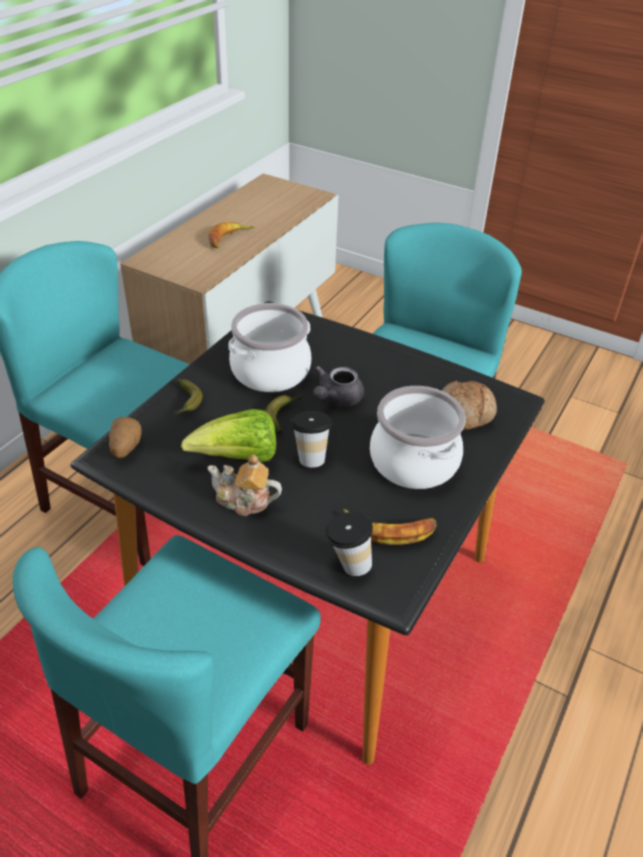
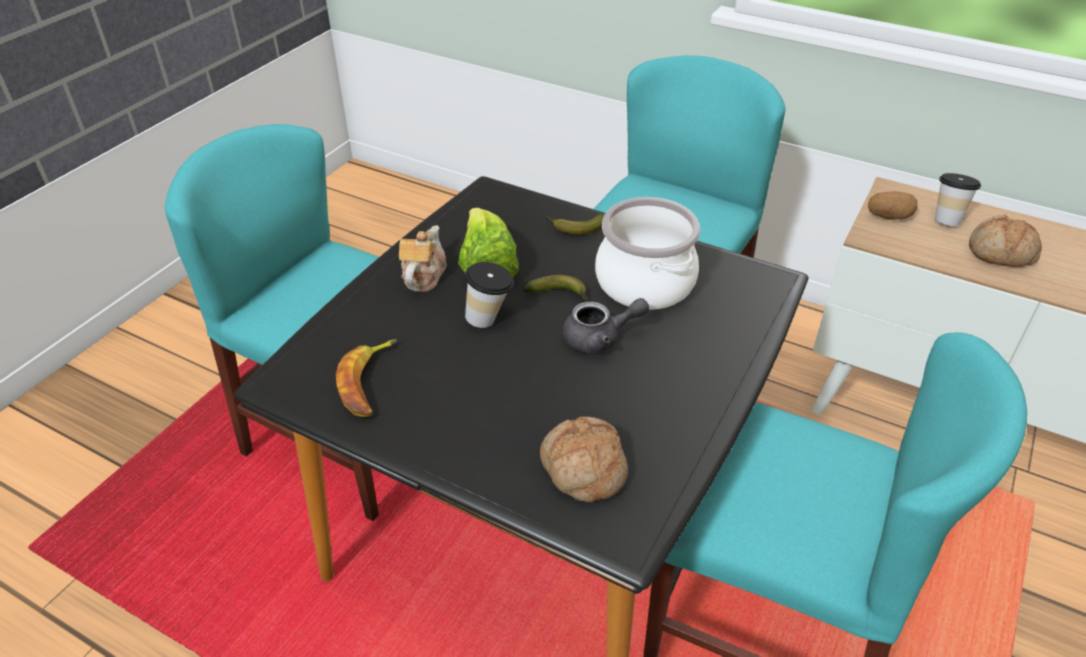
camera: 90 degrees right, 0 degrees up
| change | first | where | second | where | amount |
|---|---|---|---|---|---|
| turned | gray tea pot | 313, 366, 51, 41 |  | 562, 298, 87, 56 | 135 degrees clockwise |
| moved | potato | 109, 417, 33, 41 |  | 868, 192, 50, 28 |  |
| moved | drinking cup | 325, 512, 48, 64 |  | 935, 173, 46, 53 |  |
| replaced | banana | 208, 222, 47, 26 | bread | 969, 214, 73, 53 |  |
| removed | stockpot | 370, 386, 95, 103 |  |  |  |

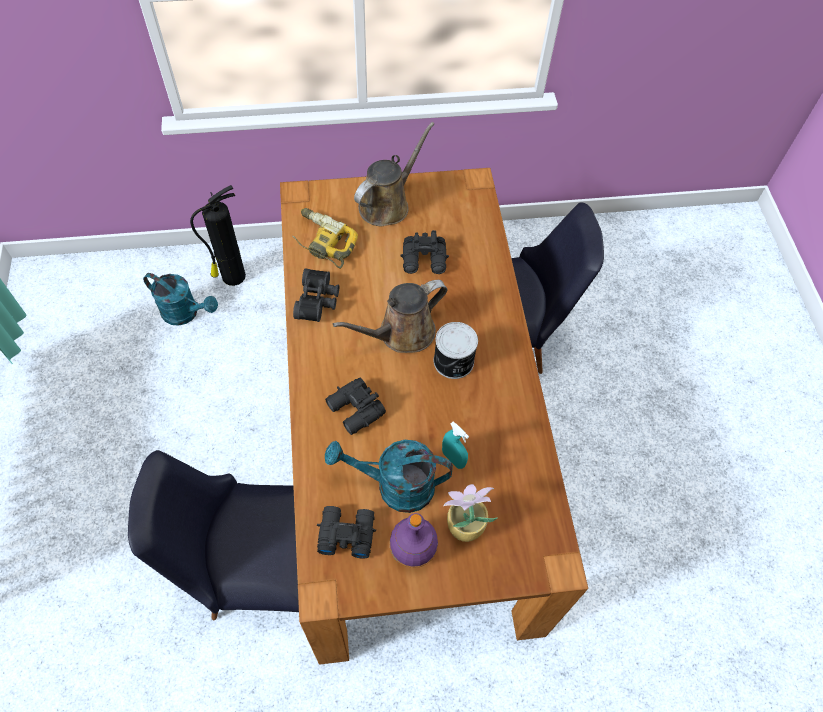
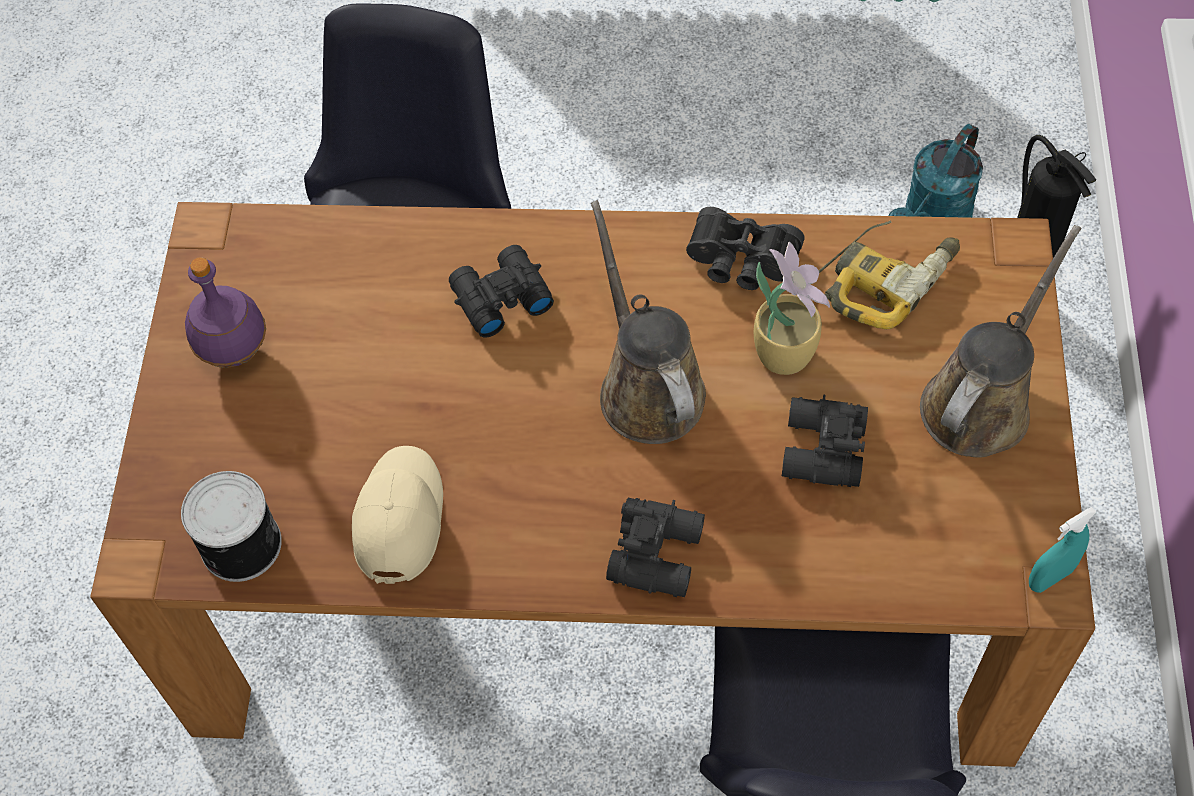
camera: 105 degrees right, 0 degrees up
| change | first | where | second | where | amount |
|---|---|---|---|---|---|
| moved | can | 433, 322, 45, 57 |  | 181, 471, 101, 111 |  |
| added |  |  | beige-coloured cap | 352, 446, 91, 138 |  |
| moved | black-coloured pair of binoculars | 317, 506, 59, 53 |  | 606, 498, 99, 99 |  |
| moved | houseplant | 443, 484, 55, 58 |  | 754, 242, 76, 133 |  |
| turned | brown watering can | 354, 122, 80, 105 |  | 920, 225, 162, 232 | 105 degrees counterclockwise |
| moved | turquoise spray bottle | 442, 422, 27, 47 |  | 1029, 507, 68, 86 |  |
| removed | turquoise watering can | 325, 440, 128, 73 |  |  |  |

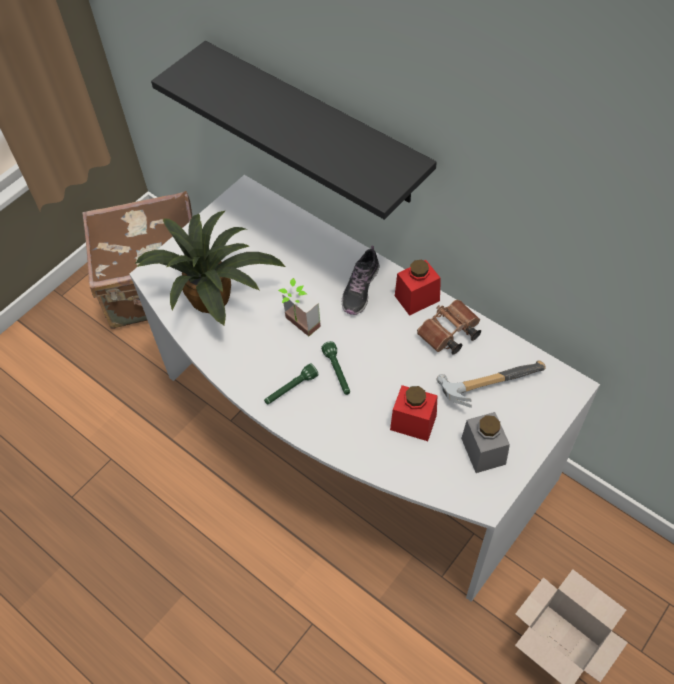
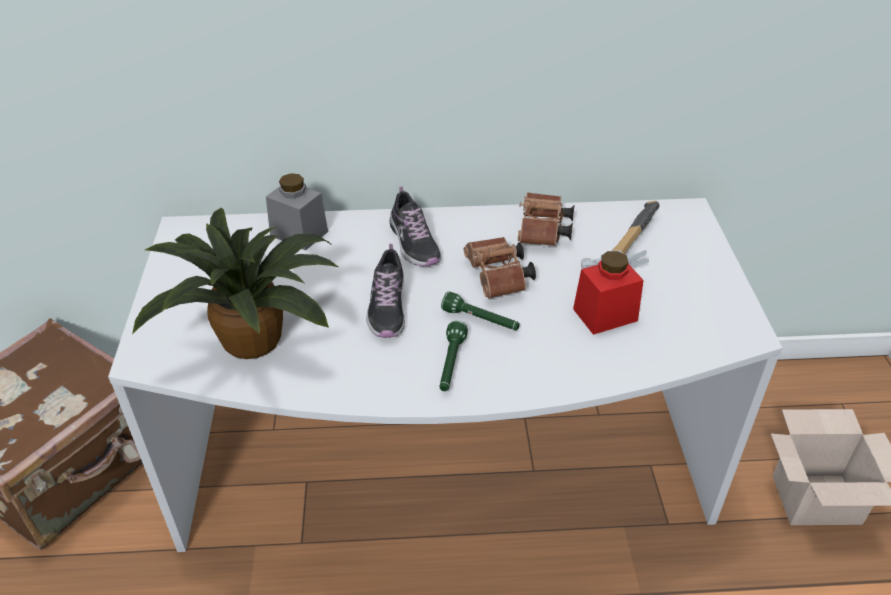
camera: 45 degrees left, 15 degrees down
| change | first | where | second | where | amount |
|---|---|---|---|---|---|
| moved | gray jar | 461, 412, 49, 61 |  | 266, 173, 62, 77 |  |
| replaced | houseplant | 278, 278, 43, 59 | low shoe | 366, 244, 39, 94 |  |
| added |  |  | brown pair of binoculars | 464, 237, 72, 62 |  |
| removed | black-coloured bracket shelf | 151, 41, 286, 179 |  |  |  |
| removed | red-coloured jar | 395, 260, 46, 56 |  |  |  |

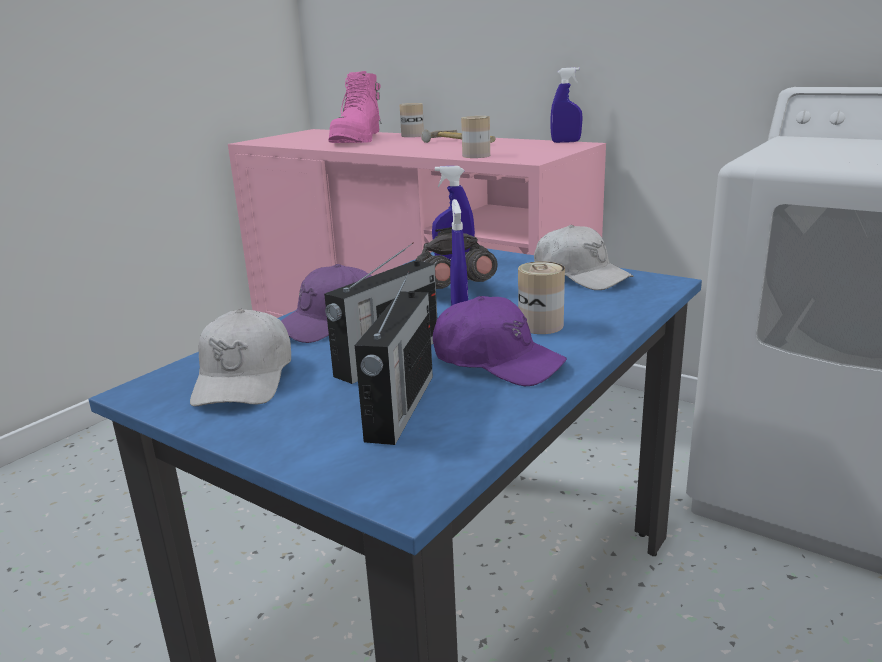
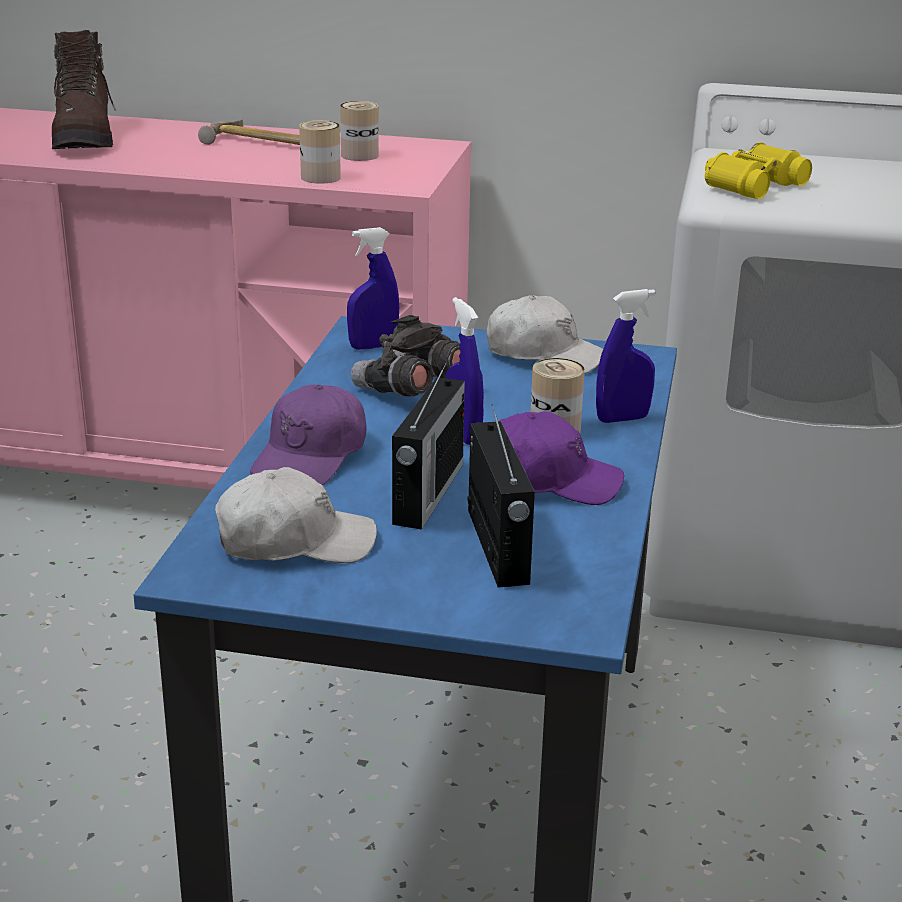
camera: 25 degrees left, 5 degrees up
| change | first | where | second | where | amount |
|---|---|---|---|---|---|
| recoloured | pink-coloured high-top boot | 328, 71, 54, 72 | brown high-top boot | 52, 30, 64, 119 |  |
| turned | white-coloured cap | 190, 309, 101, 97 |  | 215, 467, 162, 96 | 75 degrees counterclockwise |
| moved | can | 400, 103, 24, 34 |  | 340, 101, 39, 60 |  |
| moved | blue-coloured spray bottle | 550, 67, 33, 76 |  | 596, 289, 59, 134 |  |
| added |  |  | yellowish pair of binoculars | 705, 142, 107, 57 |  |

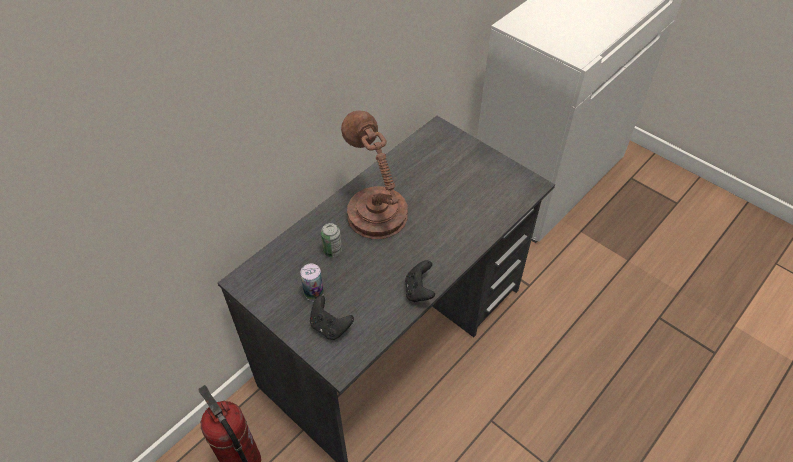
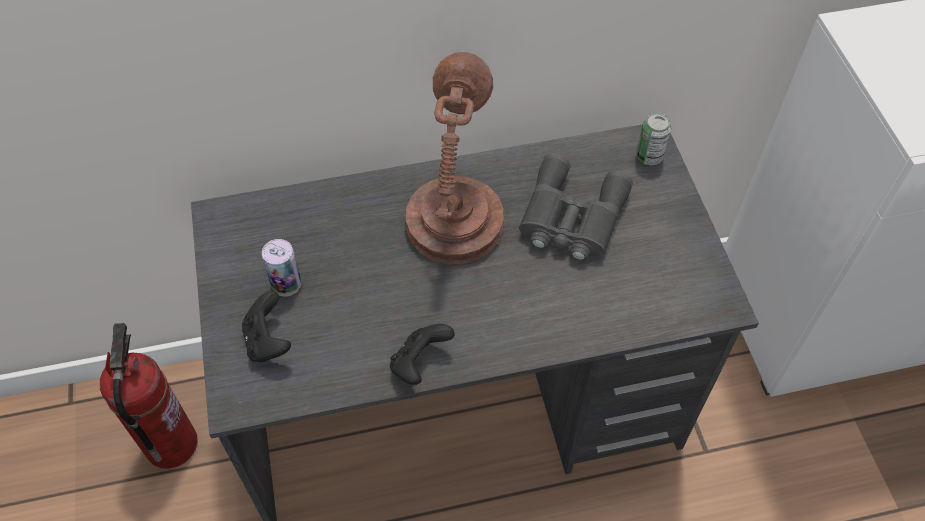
camera: 35 degrees right, 5 degrees up
| change | first | where | second | where | amount |
|---|---|---|---|---|---|
| added |  |  | gray pair of binoculars | 519, 153, 114, 110 |  |
| moved | can | 321, 223, 21, 35 |  | 636, 113, 35, 52 |  |

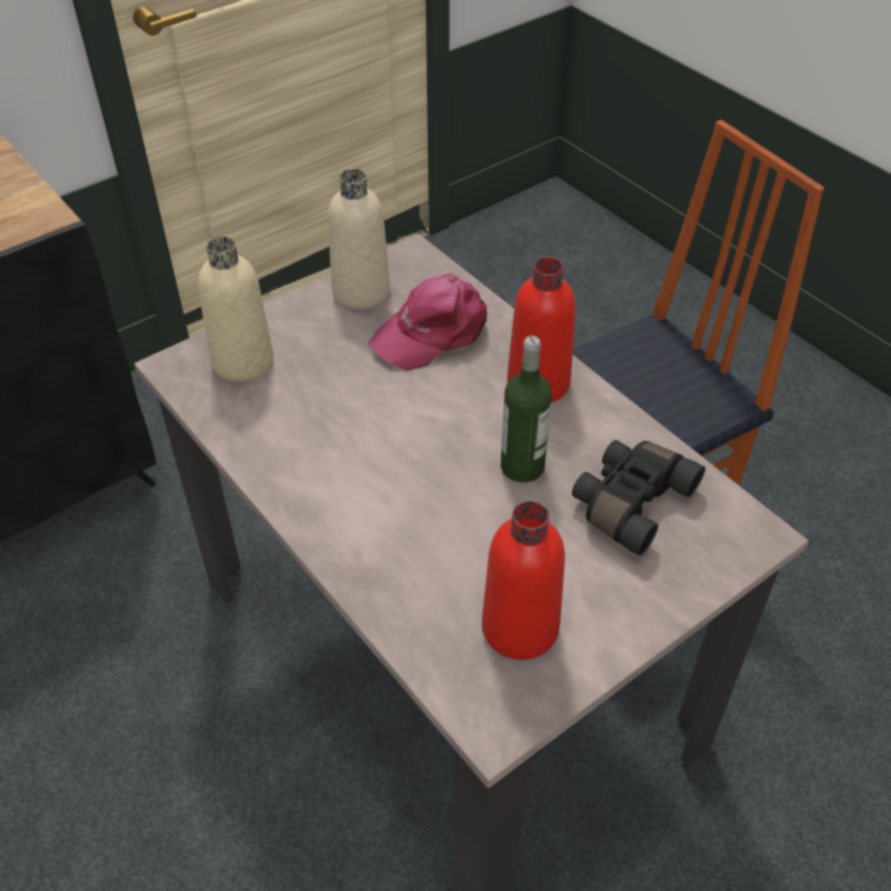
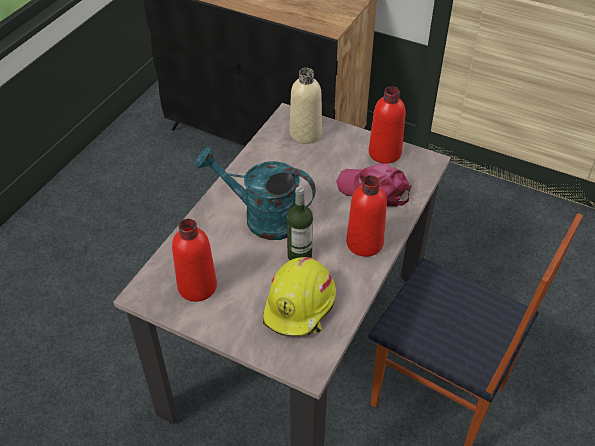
camera: 65 degrees right, 0 degrees up
| change | first | where | second | where | amount |
|---|---|---|---|---|---|
| added |  |  | turquoise watering can | 195, 147, 121, 93 |  |
| replaced | black-coloured pair of binoculars | 572, 440, 133, 116 | yellowish work helmet | 263, 257, 73, 79 |  |
| recoloured | beige-coloured bottle | 328, 169, 62, 140 | red-coloured bottle | 369, 86, 36, 78 |  |

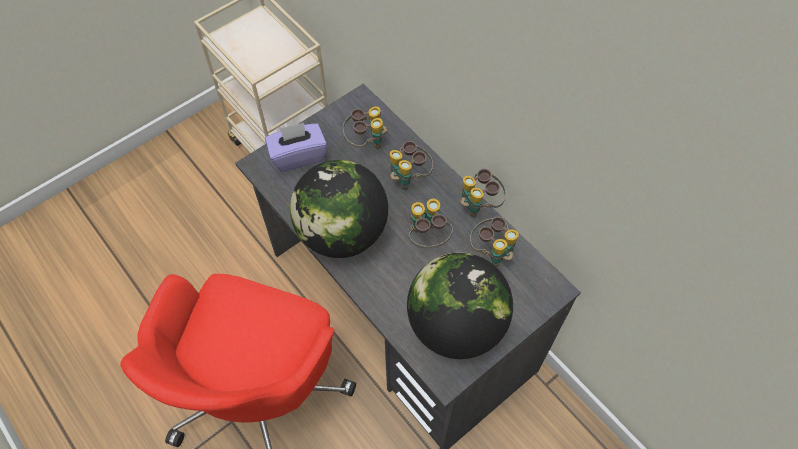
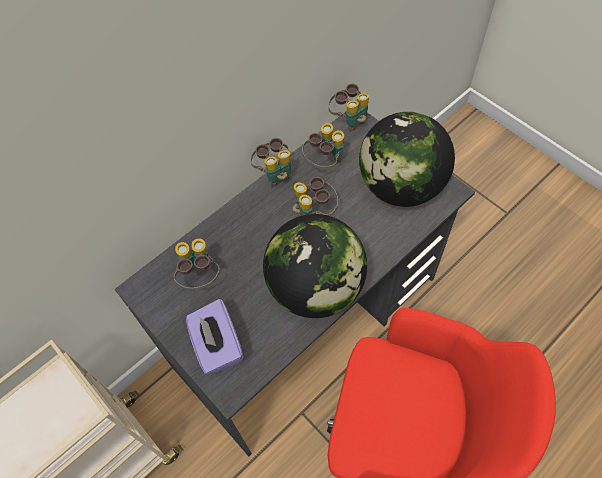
camera: 90 degrees left, 0 degrees up
| change | first | where | second | where | amount |
|---|---|---|---|---|---|
| moved | pair of binoculars | 390, 141, 43, 49 |  | 328, 84, 41, 48 |  |

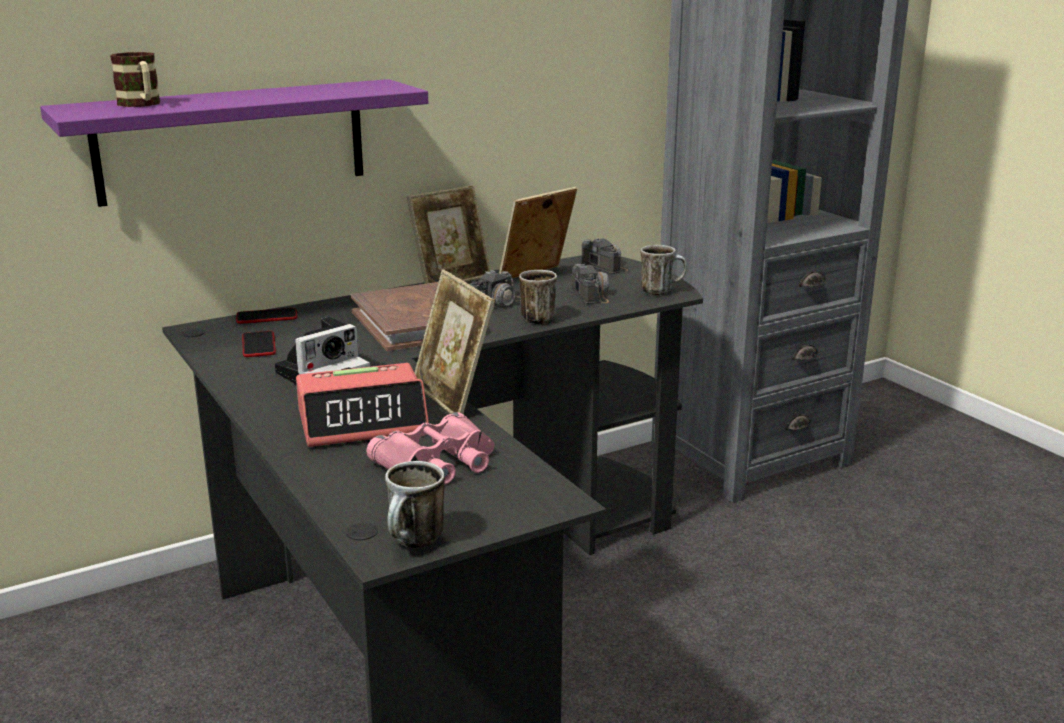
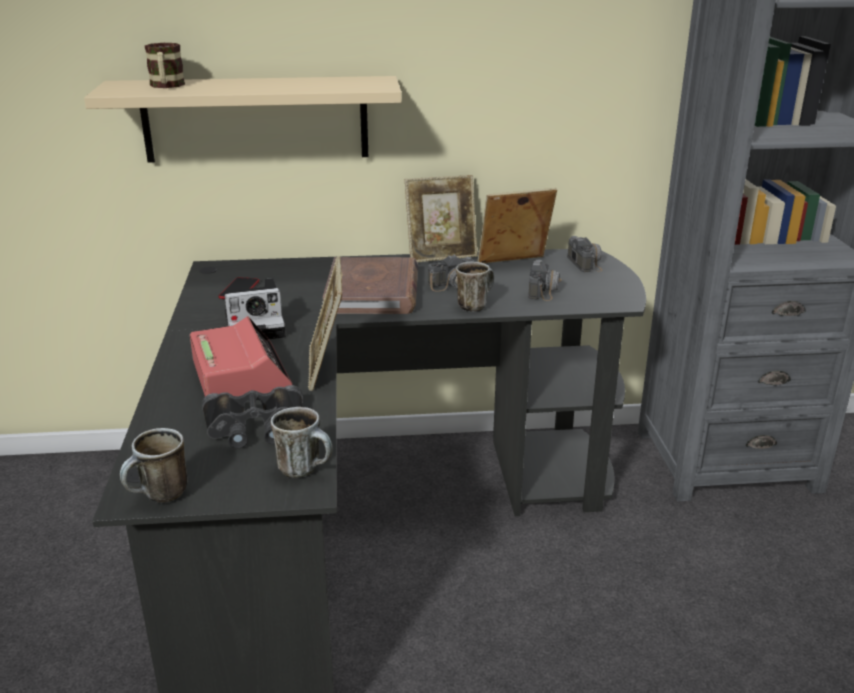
camera: 25 degrees right, 5 degrees up
| change | first | where | second | where | amount |
|---|---|---|---|---|---|
| recoloured | purplish bracket shelf | 40, 79, 388, 128 | beige-coloured bracket shelf | 84, 76, 318, 87 |  |
| turned | alarm clock | 296, 363, 133, 84 |  | 190, 316, 102, 80 | 120 degrees counterclockwise |
| recoloured | pink-coloured pair of binoculars | 366, 412, 128, 73 | black-coloured pair of binoculars | 202, 385, 101, 64 |  |
| moved | tea mug | 640, 245, 47, 51 |  | 271, 407, 62, 71 |  |
| removed | telephone | 236, 308, 61, 16 |  |  |  |

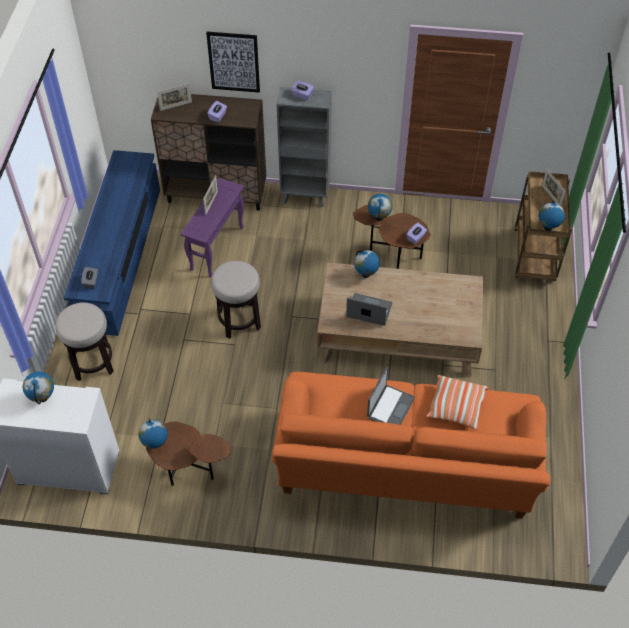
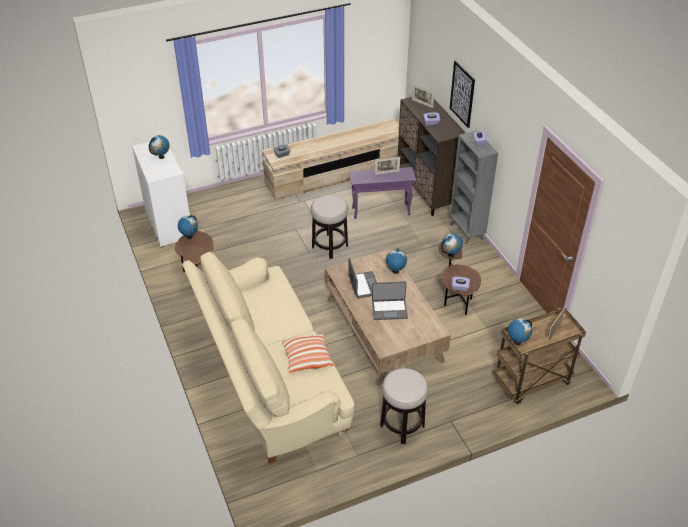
camera: 60 degrees right, 10 degrees down
| change | first | where | second | where | amount |
|---|---|---|---|---|---|
| recoloured | orange sofa | 272, 372, 279, 147 | beige-coloured sofa | 182, 252, 173, 211 |  |
| recoloured | blue-coloured tv unit | 64, 150, 96, 186 | beige-coloured tv unit | 262, 118, 137, 82 |  |
| moved | notebook computer | 367, 367, 48, 58 |  | 372, 281, 36, 39 |  |
| moved | sitting stool | 55, 303, 58, 78 |  | 380, 368, 48, 76 |  |

